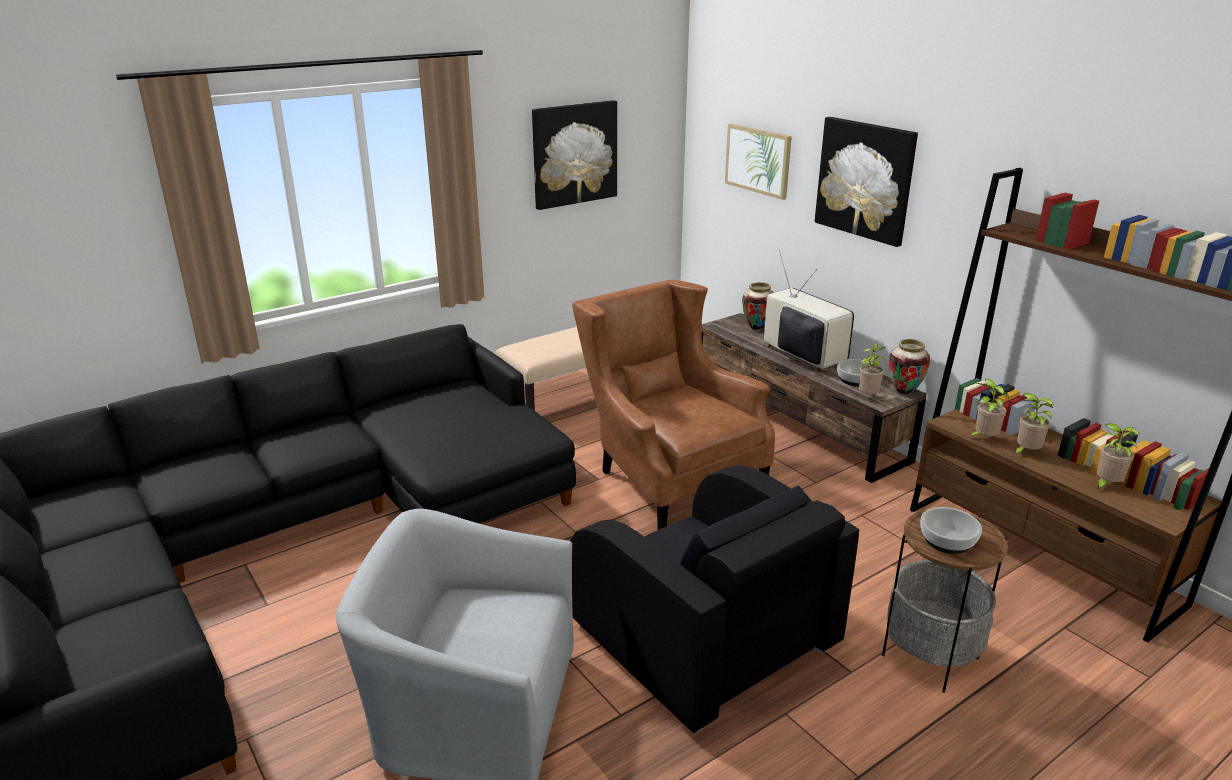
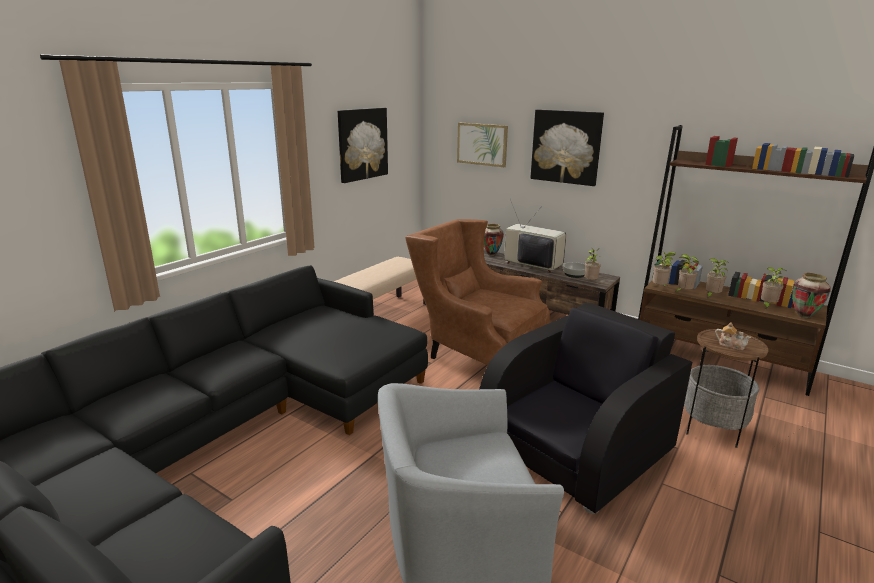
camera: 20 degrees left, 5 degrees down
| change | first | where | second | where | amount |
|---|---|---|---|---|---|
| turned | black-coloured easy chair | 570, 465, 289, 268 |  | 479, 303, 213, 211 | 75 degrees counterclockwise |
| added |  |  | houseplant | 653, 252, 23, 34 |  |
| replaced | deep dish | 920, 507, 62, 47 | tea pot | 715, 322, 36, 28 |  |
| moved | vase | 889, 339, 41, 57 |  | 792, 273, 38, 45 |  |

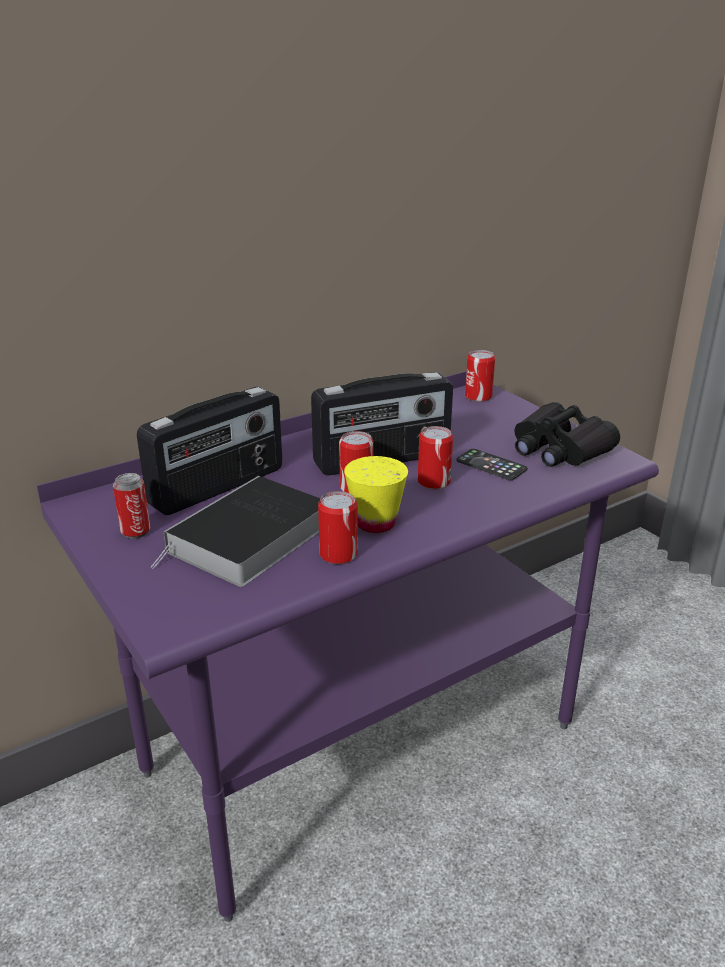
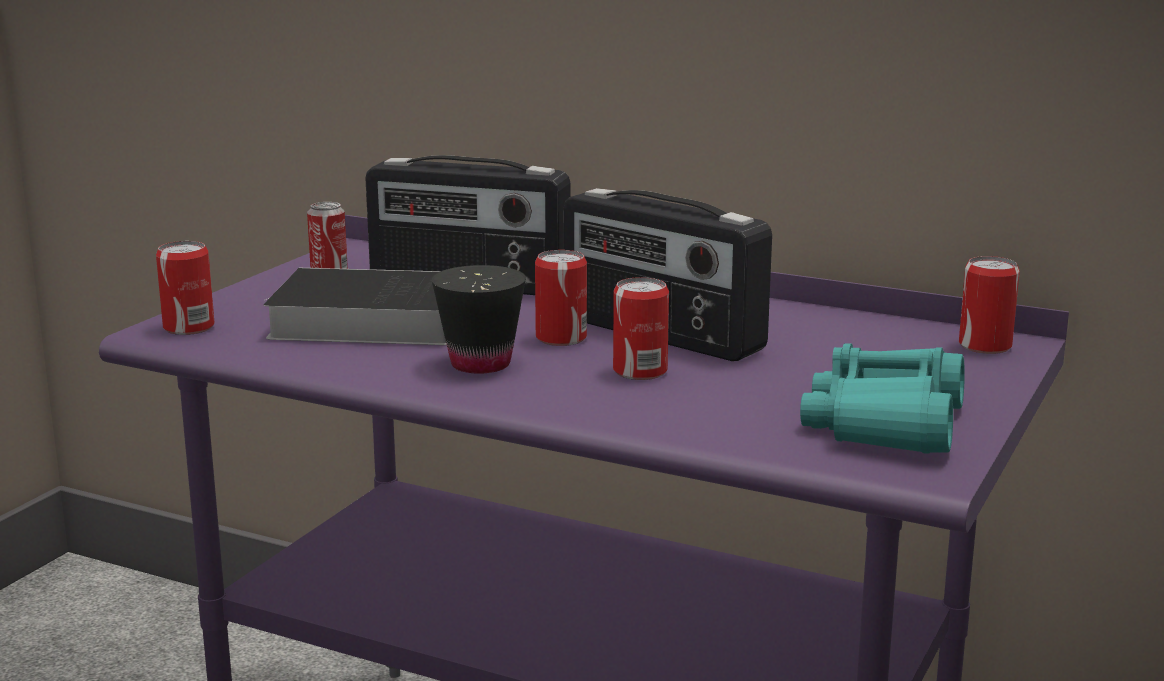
camera: 60 degrees right, 10 degrees down
| change | first | where | second | where | amount |
|---|---|---|---|---|---|
| moved | can | 318, 491, 40, 73 |  | 156, 241, 59, 94 |  |
| recoloured | yellowish drinking cup | 344, 456, 64, 77 | black-coloured drinking cup | 431, 265, 95, 109 |  |
| recoloured | black-coloured pair of binoculars | 514, 402, 106, 65 | turquoise pair of binoculars | 800, 343, 165, 111 |  |
| removed | telephone | 456, 449, 71, 31 |  |  |  |

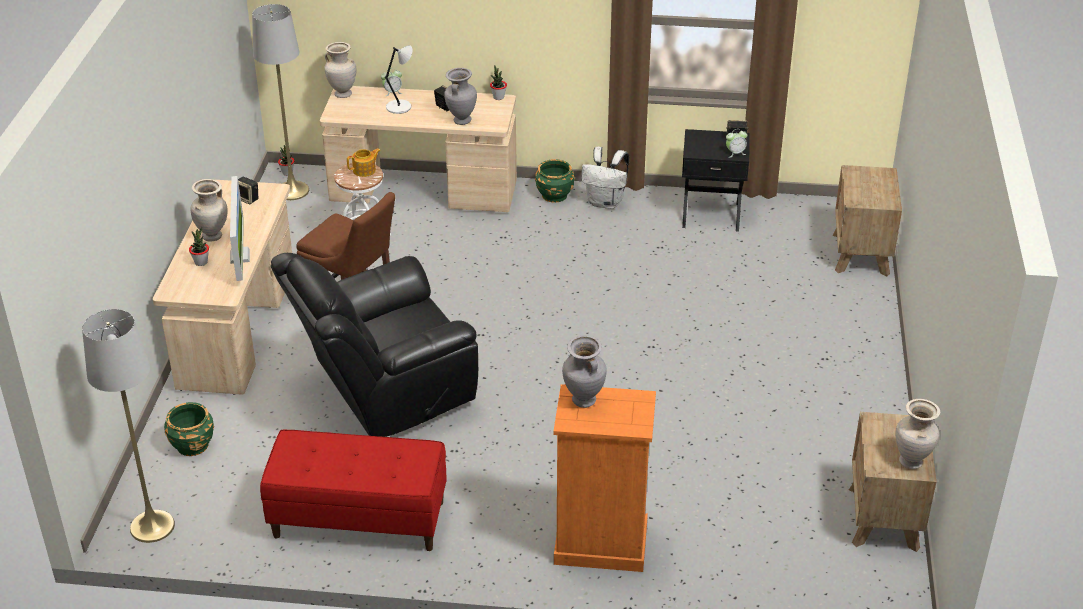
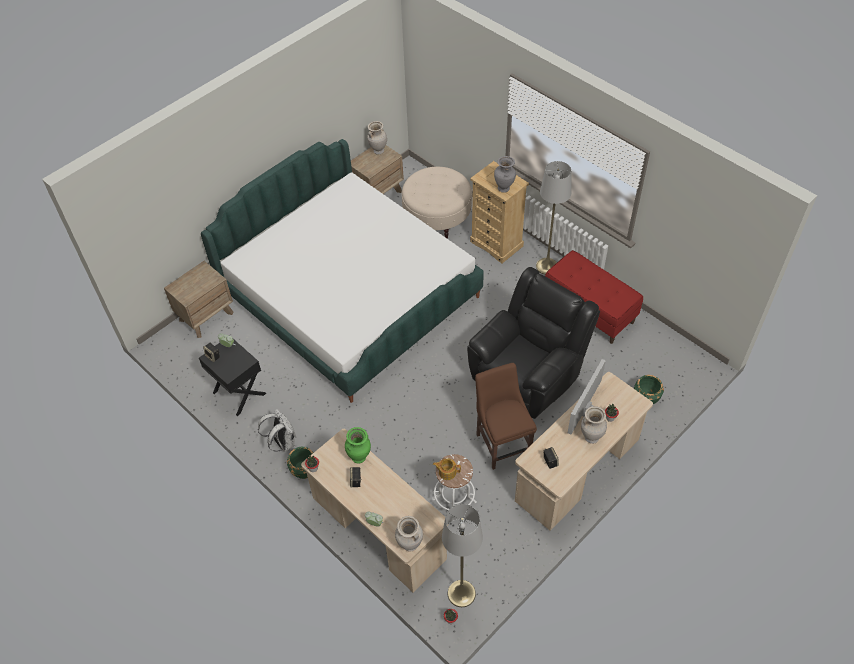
camera: 140 degrees left, 15 degrees up
| change | first | where | second | where | amount |
|---|---|---|---|---|---|
| added |  |  | sleeping bed | 201, 139, 283, 264 |  |
| recoloured | gray vase | 444, 68, 33, 57 | green-coloured vase | 345, 427, 26, 37 |  |
| added |  |  | beige-coloured pouffe | 402, 167, 70, 71 |  |
| turned | black-coloured easy chair | 271, 253, 207, 184 |  | 467, 267, 133, 152 | 60 degrees counterclockwise |
| recoloured | orange dresser | 553, 384, 103, 188 | beige-coloured dresser | 470, 161, 59, 102 |  |
| moved | gray standard lamp | 82, 309, 93, 234 |  | 536, 161, 35, 114 |  |
| removed | gray lamp for a table | 385, 45, 28, 69 |  |  |  |

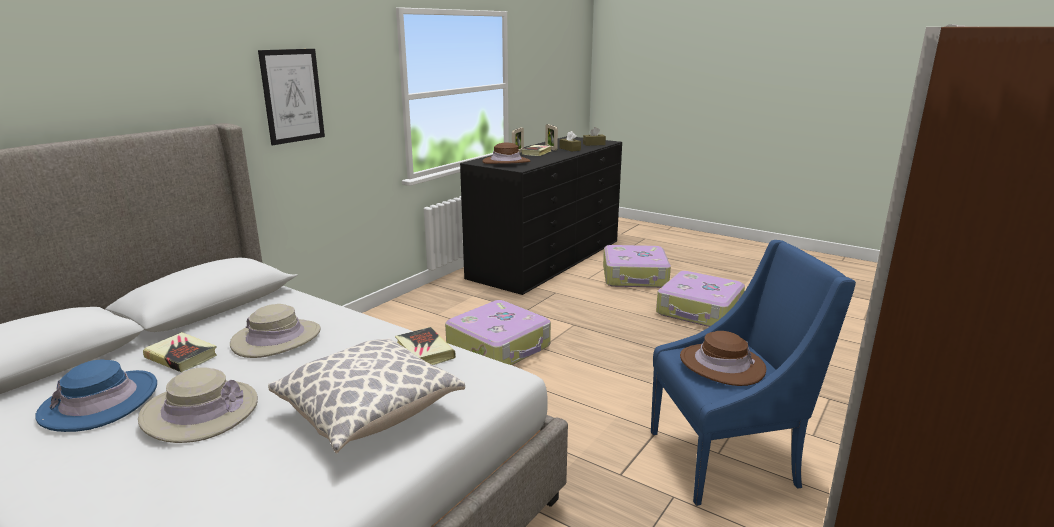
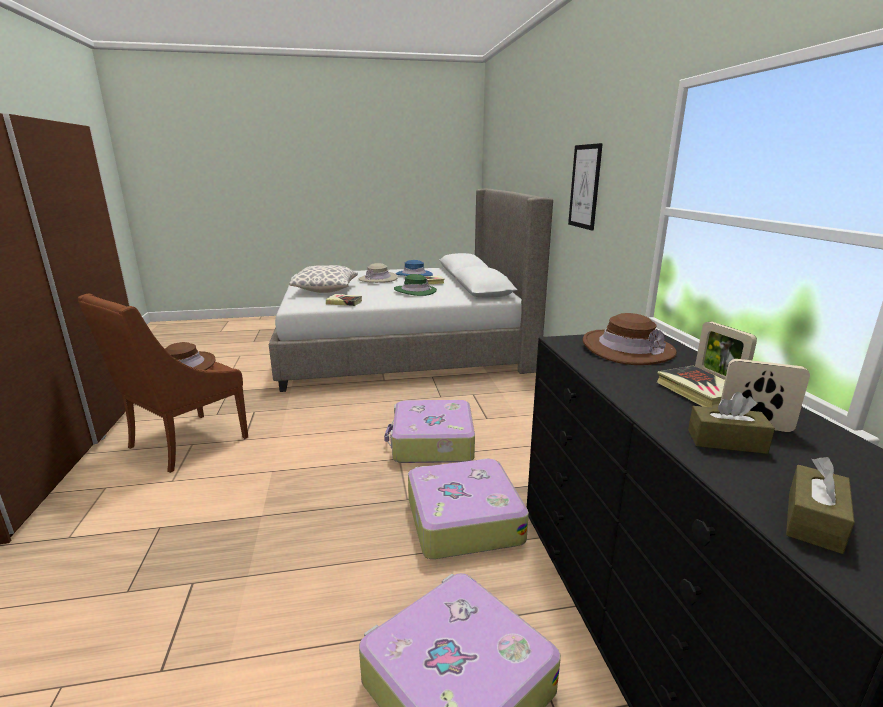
camera: 135 degrees right, 0 degrees up
| change | first | where | second | where | amount |
|---|---|---|---|---|---|
| recoloured | blue-coloured easy chair | 651, 240, 205, 266 | brown easy chair | 78, 294, 170, 179 |  |
| recoloured | beige-coloured wearable hat | 230, 304, 91, 54 | green-coloured wearable hat | 394, 274, 43, 22 |  |
| moved | piece of luggage | 656, 271, 89, 56 |  | 408, 458, 121, 101 |  |

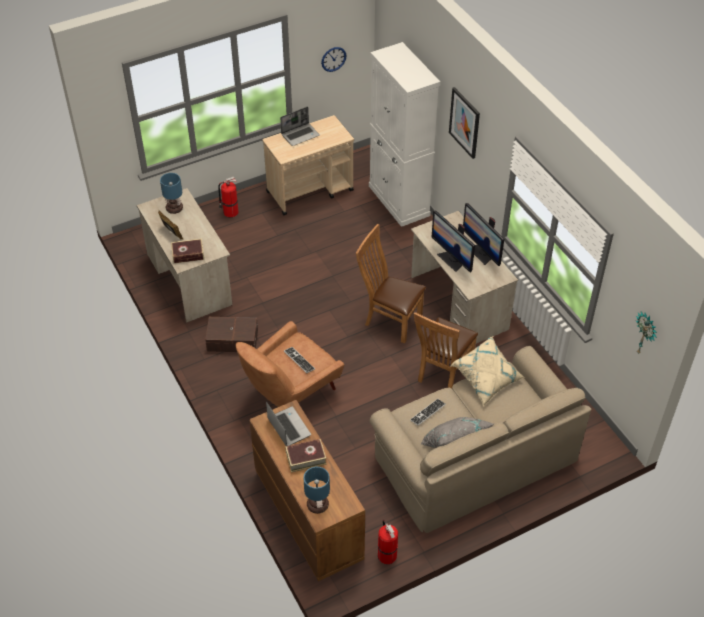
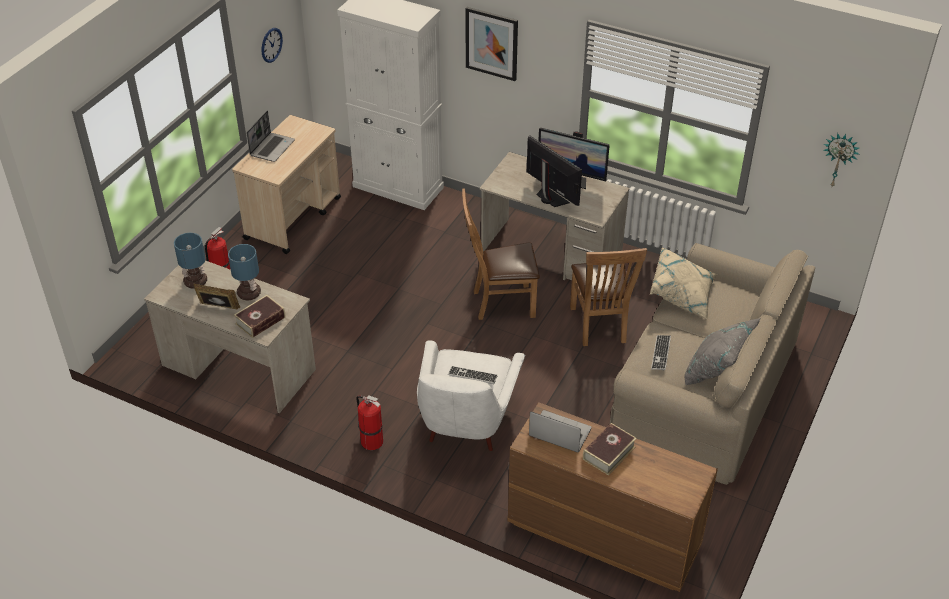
camera: 35 degrees left, 5 degrees down
| change | first | where | second | where | amount |
|---|---|---|---|---|---|
| moved | lamp for a table | 304, 467, 26, 47 |  | 228, 244, 33, 56 |  |
| moved | fire extinguisher | 378, 520, 20, 44 |  | 356, 395, 27, 55 |  |
| recoloured | brown easy chair | 236, 321, 108, 86 | white-coloured easy chair | 417, 340, 108, 111 |  |
| turned | monitor | 432, 211, 43, 62 |  | 527, 135, 55, 72 | 150 degrees counterclockwise |
| removed | brown storage container | 205, 317, 53, 35 |  |  |  |

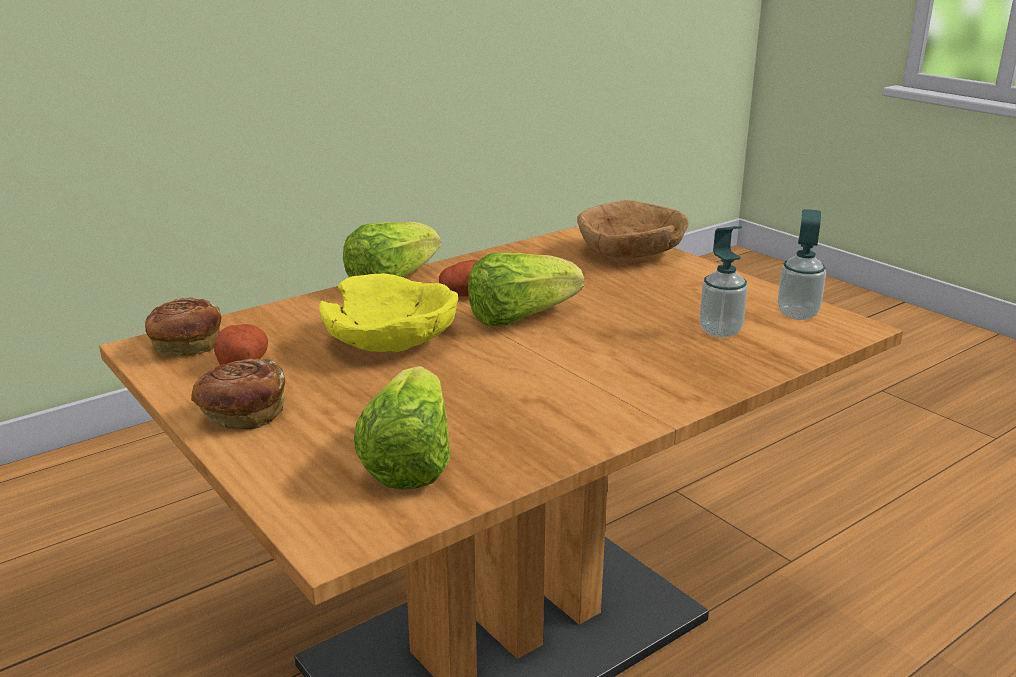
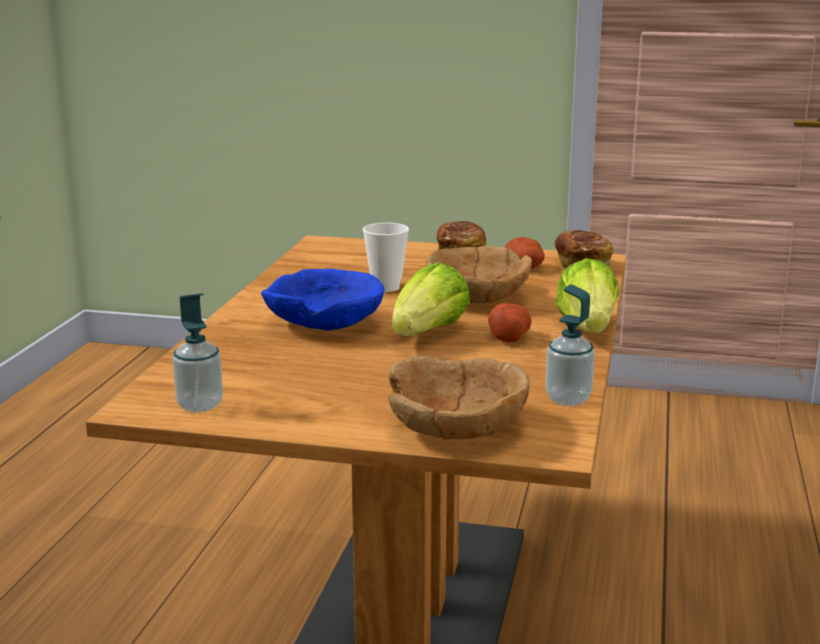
camera: 140 degrees right, 5 degrees down
| change | first | where | second | where | amount |
|---|---|---|---|---|---|
| added |  |  | blue-coloured deep dish | 261, 269, 123, 62 |  |
| added |  |  | drinking cup | 363, 223, 46, 69 |  |
| recoloured | yellowish deep dish | 319, 273, 139, 79 | brown deep dish | 426, 246, 106, 58 |  |
| moved | liquid soap bottle | 699, 226, 48, 112 |  | 545, 284, 50, 122 |  |
| removed | lettuce head | 354, 366, 96, 124 |  |  |  |

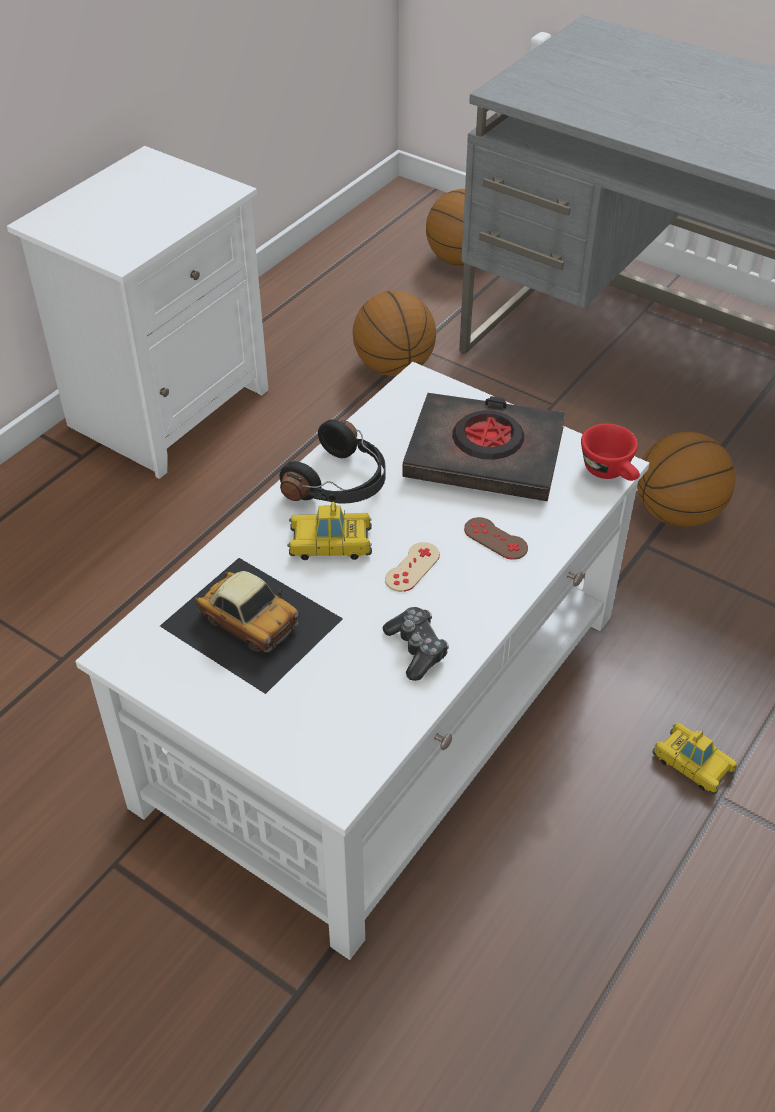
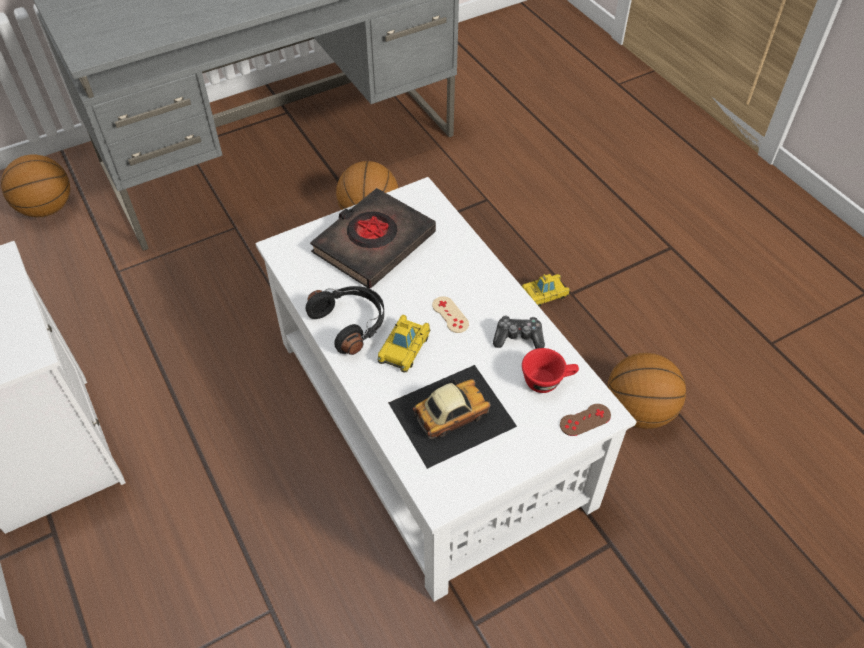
camera: 65 degrees left, 5 degrees up
| change | first | where | second | where | amount |
|---|---|---|---|---|---|
| moved | red-coloured drinking cup | 581, 424, 59, 57 |  | 522, 348, 57, 45 |  |
| moved | brown joypad | 464, 517, 64, 43 |  | 560, 404, 51, 32 |  |
| moved | basketball ball | 353, 291, 83, 85 |  | 607, 353, 79, 76 |  |

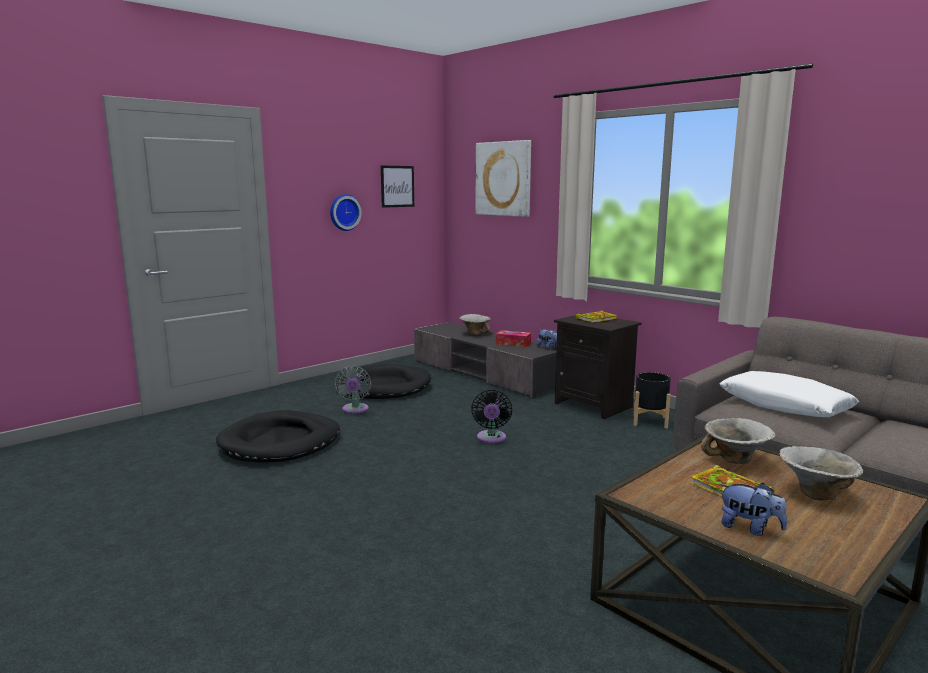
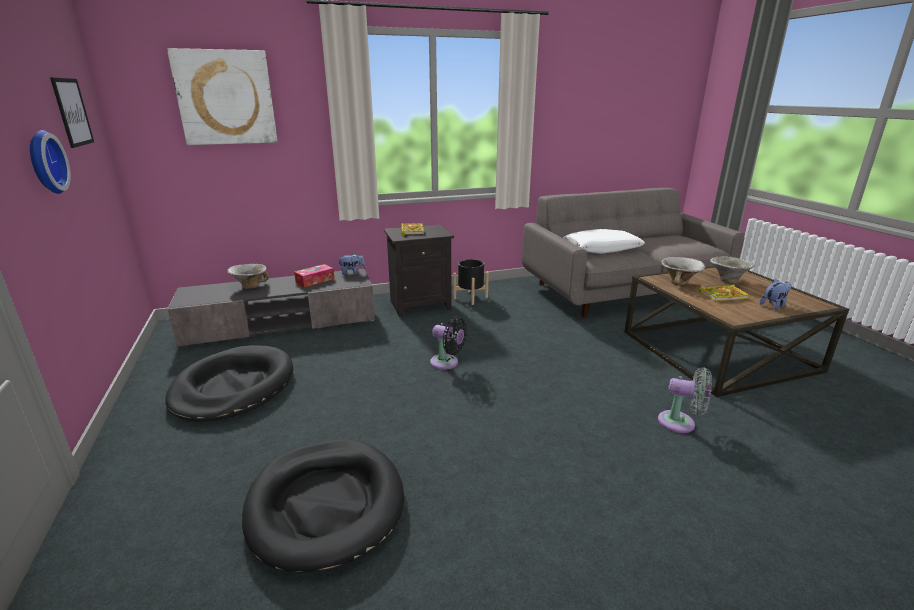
camera: 65 degrees left, 10 degrees up
| change | first | where | second | where | amount |
|---|---|---|---|---|---|
| moved | gray electric fan | 334, 366, 37, 48 |  | 658, 367, 54, 66 |  |

